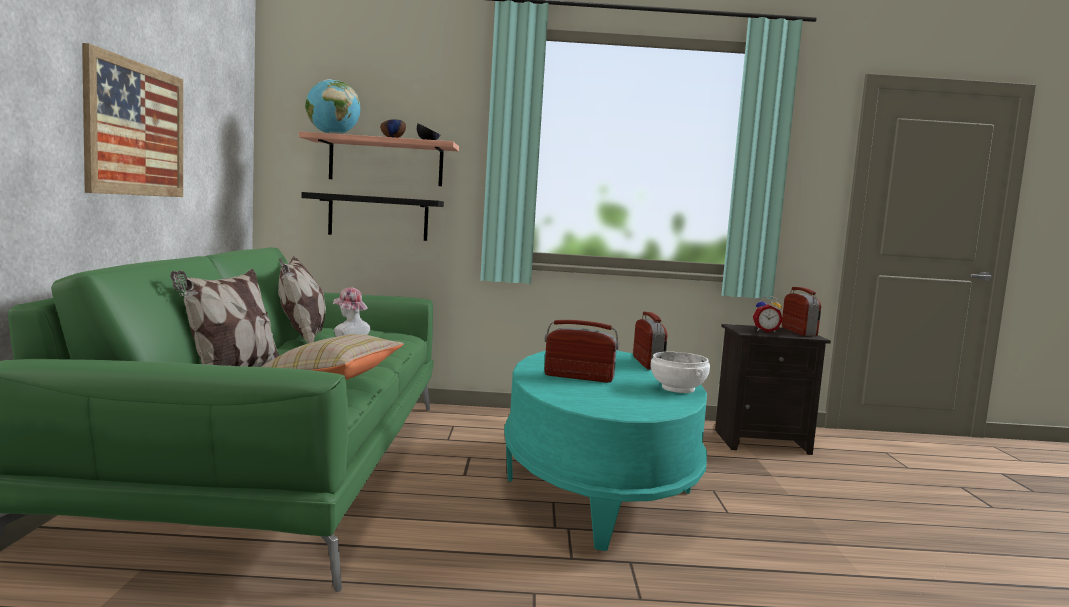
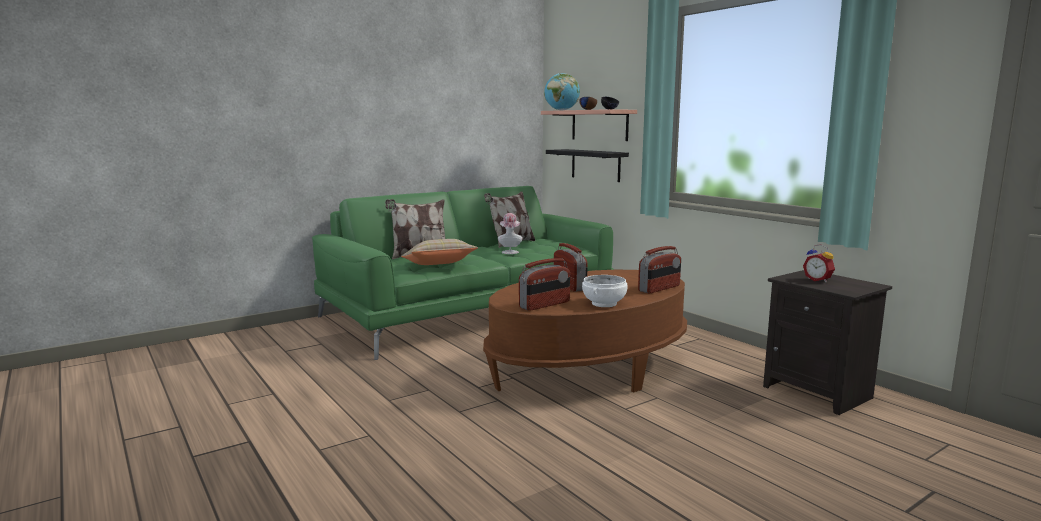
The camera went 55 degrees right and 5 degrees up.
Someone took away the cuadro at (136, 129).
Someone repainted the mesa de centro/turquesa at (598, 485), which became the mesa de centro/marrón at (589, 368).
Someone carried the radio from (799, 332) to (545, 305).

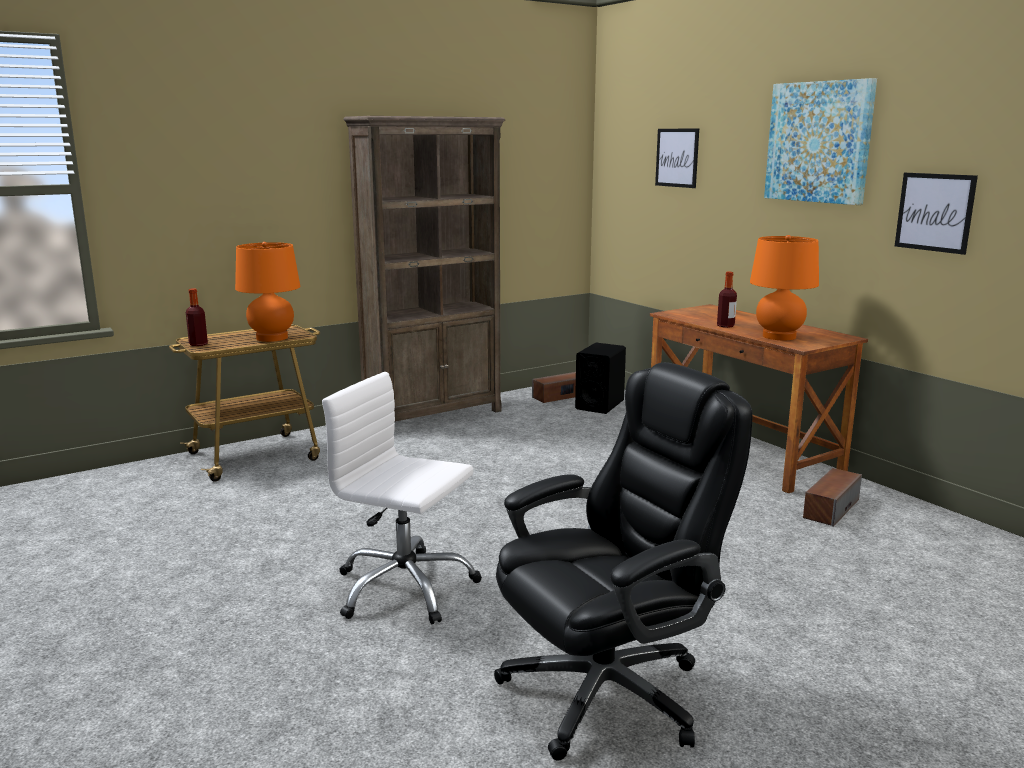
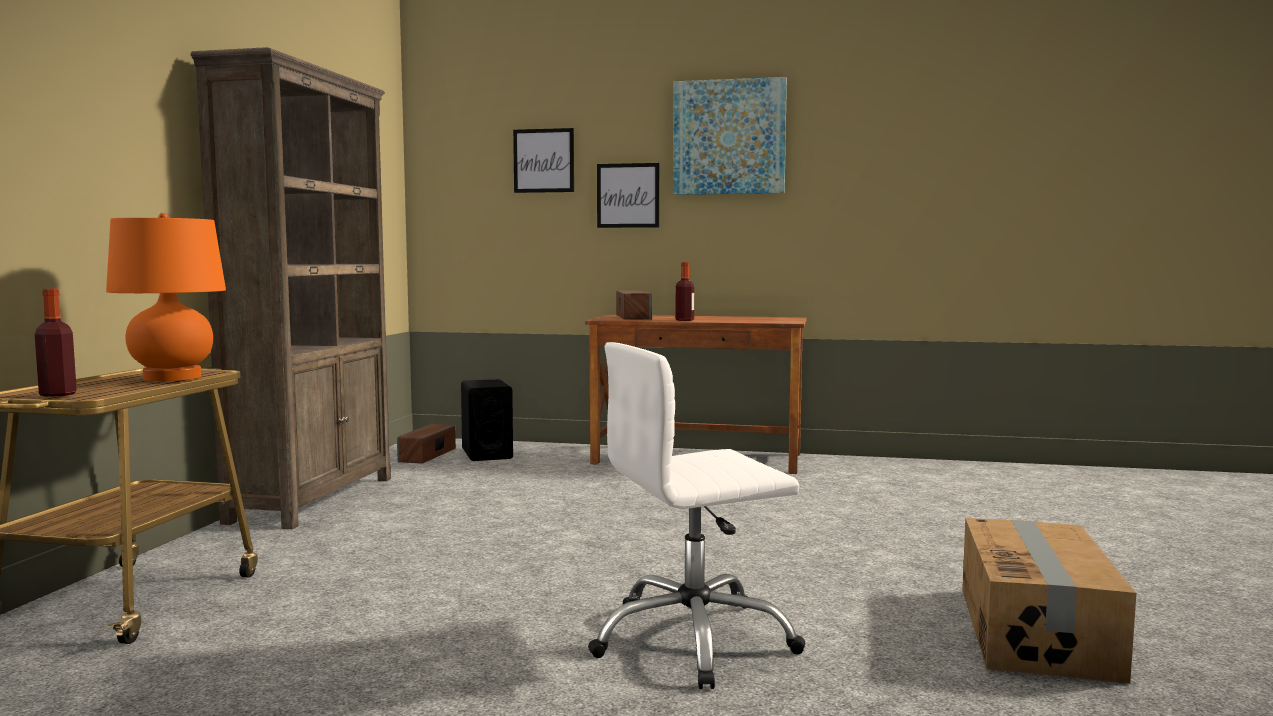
The camera went 45 degrees left and 10 degrees down.
Someone swapped the silla de oficina/negro at (608, 691) for the caja de cartón at (1037, 631).
Someone took away the lámpara de mesa/naranja at (779, 336).
Someone carried the altavoz from (830, 508) to (632, 317).
Someone carried the cuadro from (934, 212) to (628, 195).

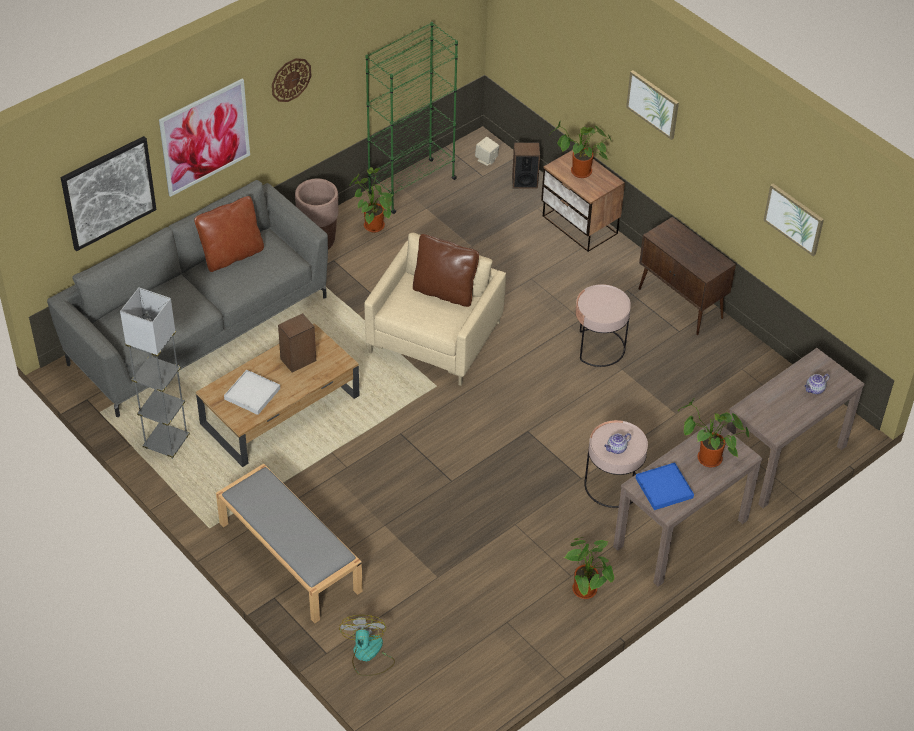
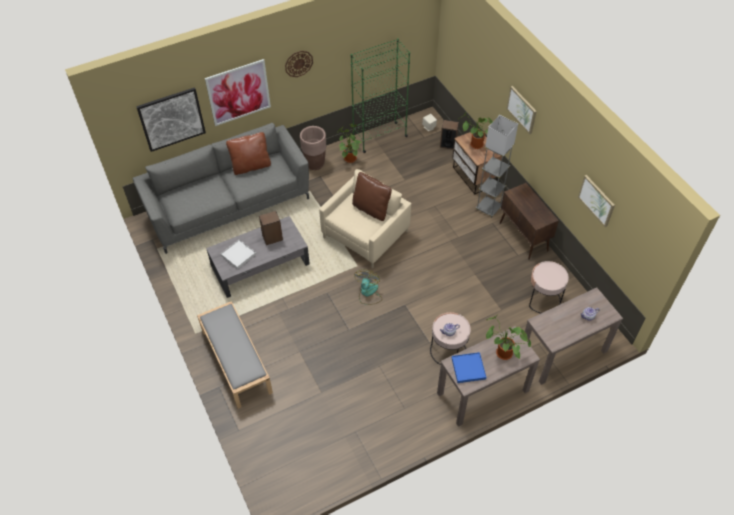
The camera went 15 degrees right and 5 degrees up.
Someone carried the lámpara de pie/gris from (166, 443) to (488, 208).
Someone repainted the mesa de centro/marrón at (281, 409), which became the mesa de centro/gris at (261, 265).
Someone carried the ventilador from (368, 655) to (368, 293).
Someone took away the planta en maceta at (586, 592).
Someone carried the mesa auxiliar/rosa from (598, 347) to (543, 299).

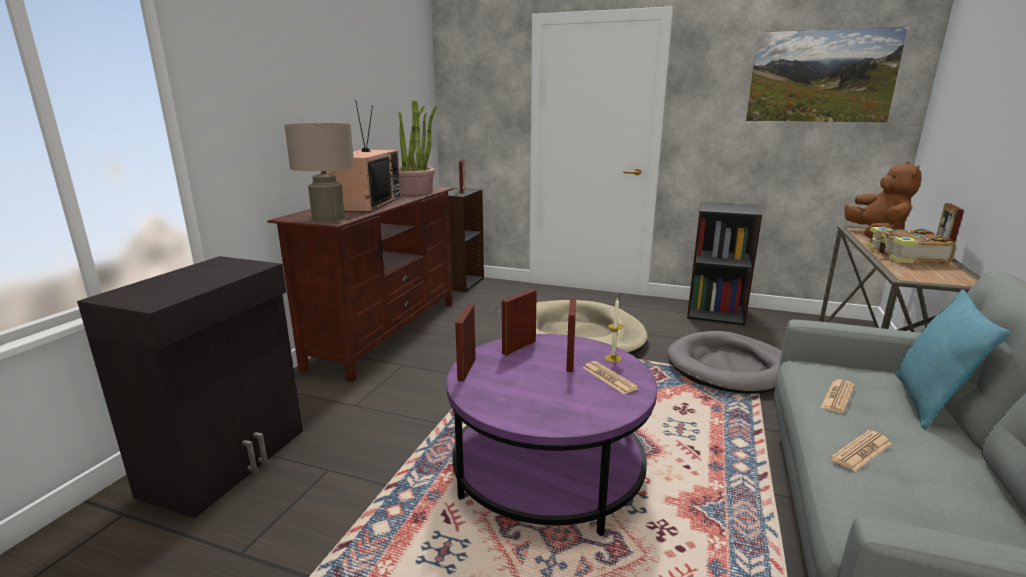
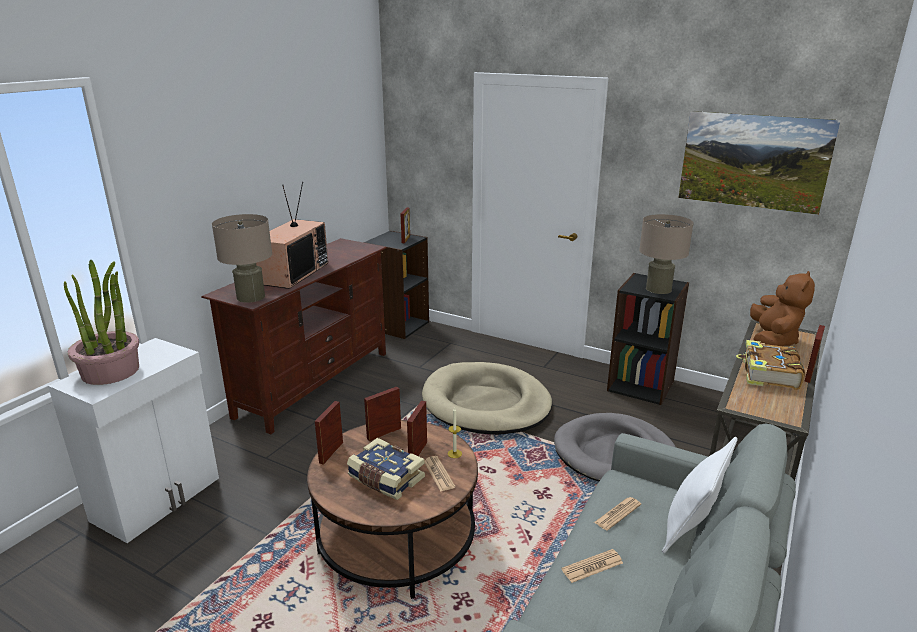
The camera went 10 degrees right and 5 degrees up.
Someone repainted the armario/negro at (229, 461), which became the armario/blanco at (158, 499).
Someone carried the planta en maceta from (413, 191) to (111, 371).
Someone repainted the mesa de centro/morado at (548, 471), which became the mesa de centro/marrón at (397, 538).
Someone repainted the cojín/turquesa at (927, 402), which became the cojín/blanco at (691, 529).
Someone put down the libro at (385, 479).
Someone put down the lámpara de mesa/beis at (658, 289).

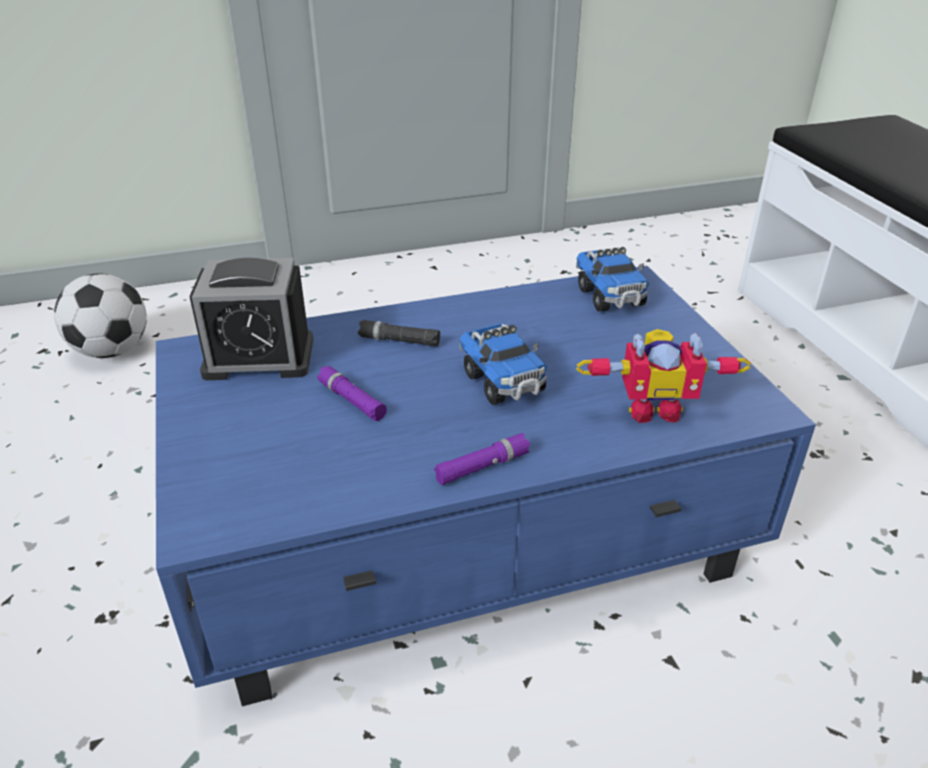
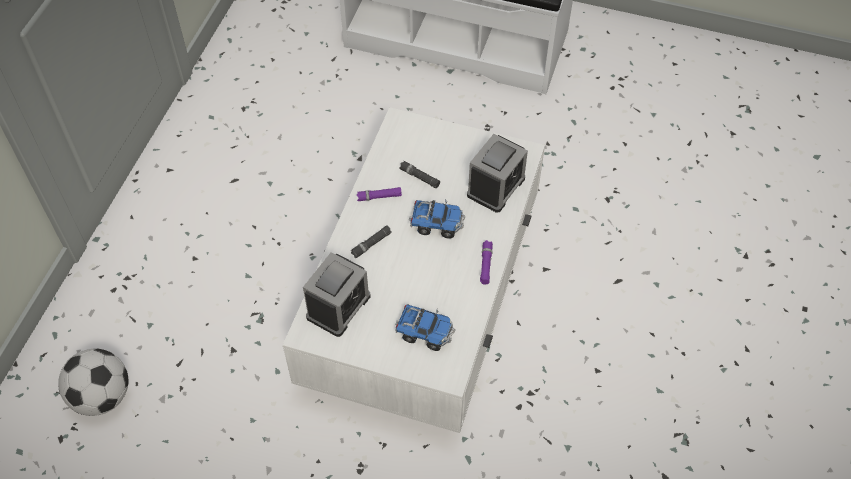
The camera went 55 degrees left and 20 degrees up.
Someone repainted the mesa de centro/azul at (467, 532), which became the mesa de centro/blanco at (424, 295).
Someone carried the linterna/morado from (352, 400) to (379, 197).
Someone carried the camión de juguete from (609, 296) to (425, 333).
Someone swapped the robot de juguete at (653, 408) for the despertador at (496, 186).
Someone put down the linterna/negro at (419, 177).

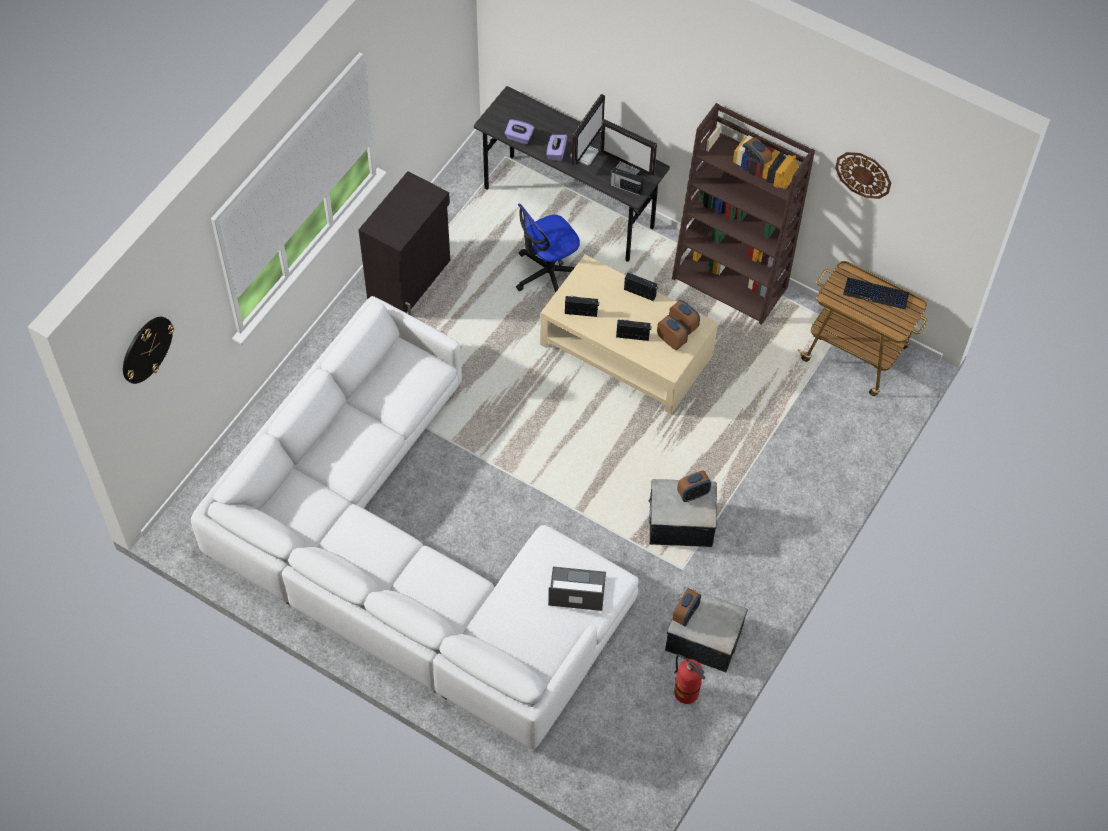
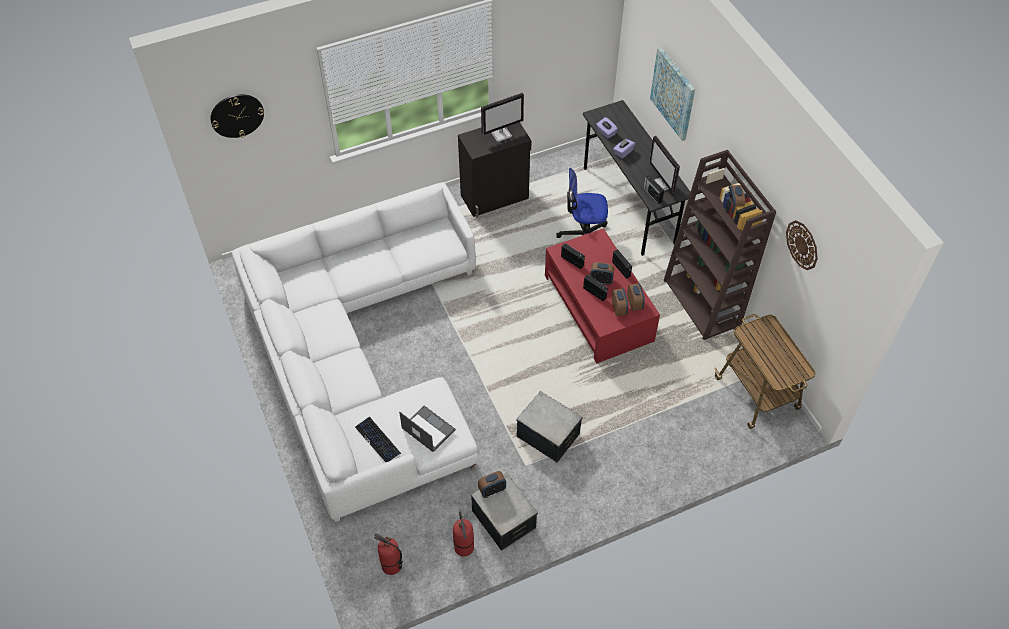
The camera went 35 degrees right and 5 degrees down.
Someone repainted the mesa de centro/beis at (626, 350), which became the mesa de centro/rojo at (598, 308).
Someone carried the monitor from (584, 153) to (501, 134).
Someone carried the despertador from (693, 494) to (601, 280).
Someone carried the teclado from (876, 294) to (378, 440).
Someone put down the extintor at (391, 566).
Someone put up the cuadro at (673, 93).

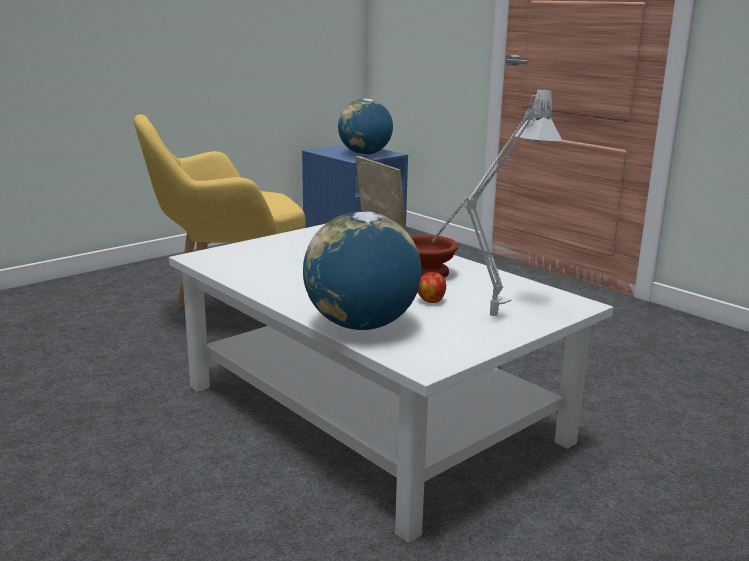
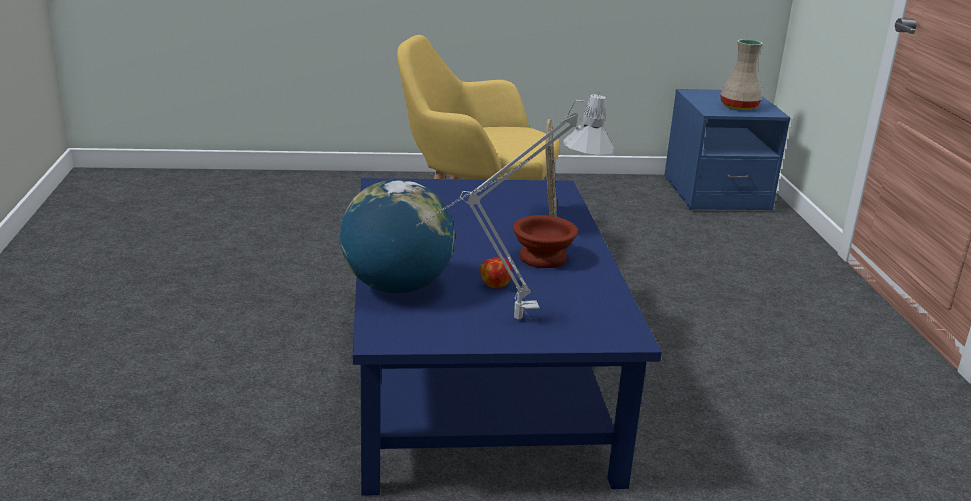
The camera went 35 degrees right and 5 degrees up.
Someone repainted the mesa de centro/blanco at (373, 413), which became the mesa de centro/azul at (480, 382).
Someone swapped the globo terráqueo at (365, 154) for the florero/beis at (738, 107).

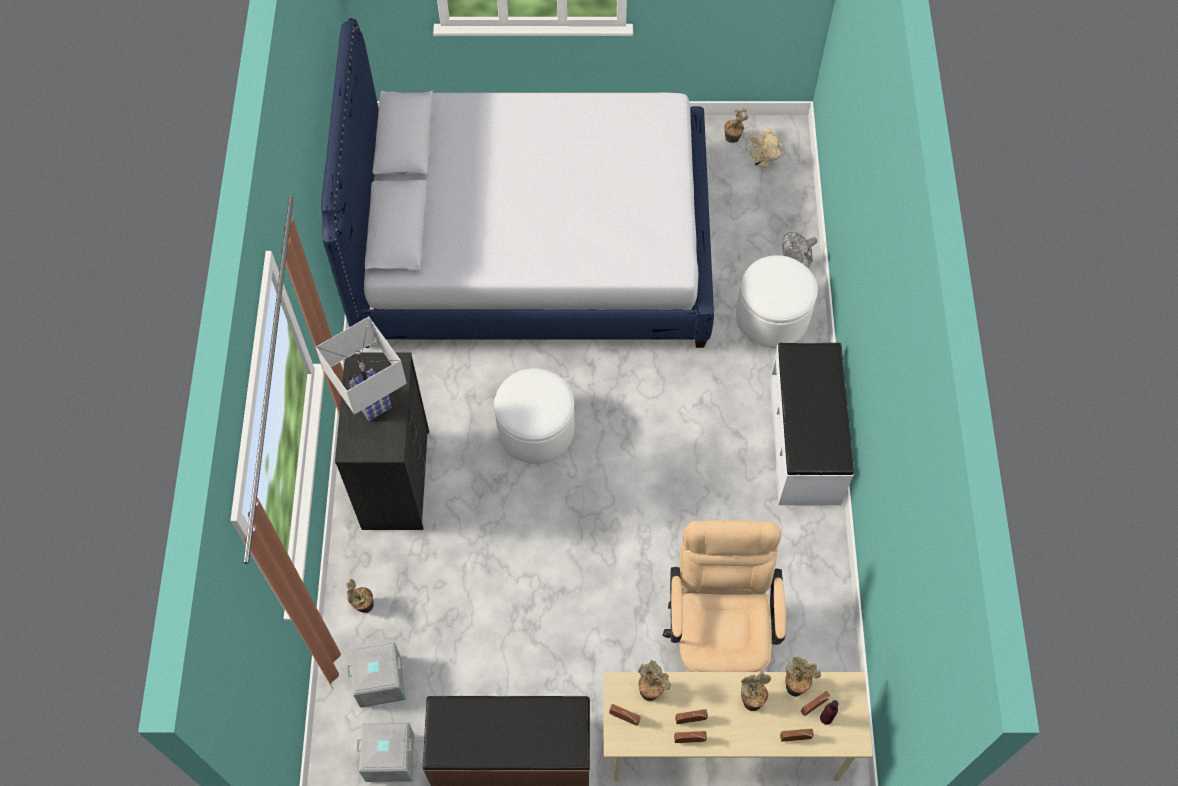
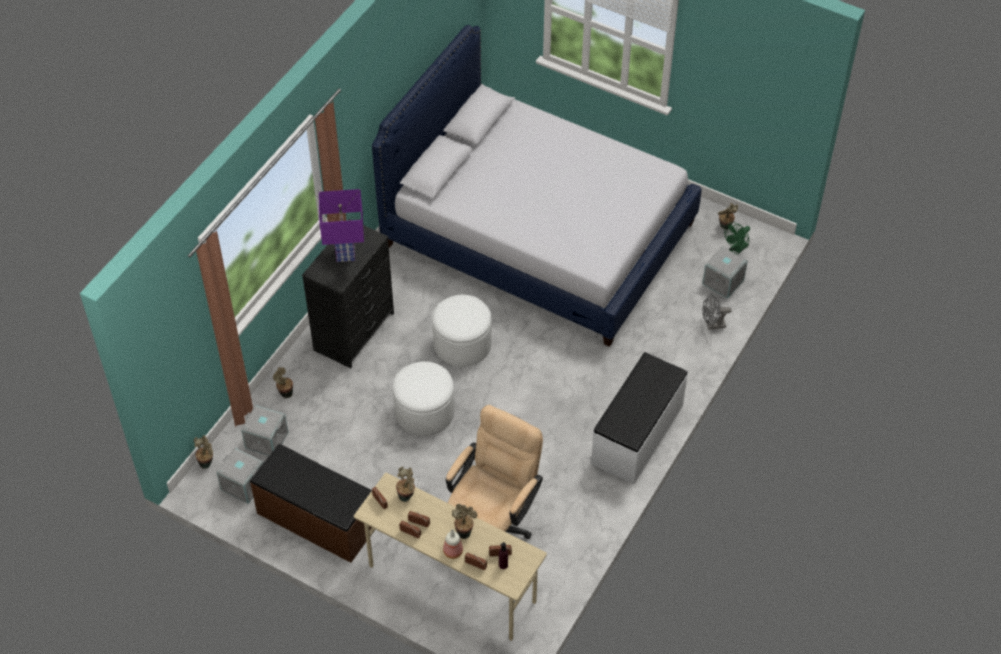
The camera went 30 degrees right and 10 degrees down.
Someone repainted the lámpara de mesa/blanco at (374, 405), which became the lámpara de mesa/morado at (346, 255).
Someone carried the puf/blanco from (772, 316) to (424, 412).
Someone repainted the ventilador/beis at (762, 161), which became the ventilador/verde at (736, 250).
Someone carried the planta en maceta from (795, 685) to (207, 462).
Someone put down the botella at (452, 552).
Someone put down the caja de almacenaje/gris at (722, 281).

